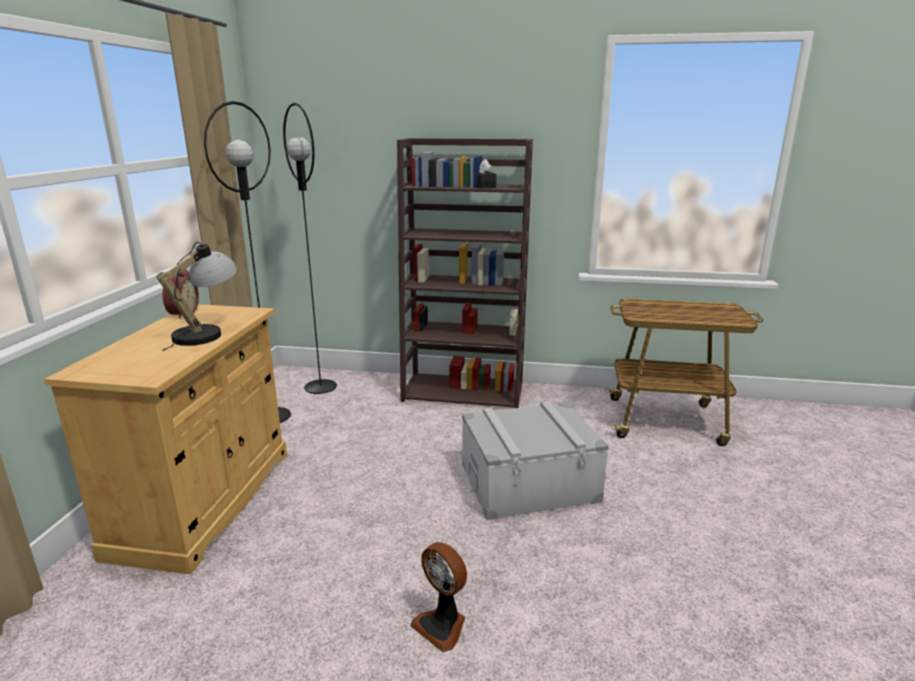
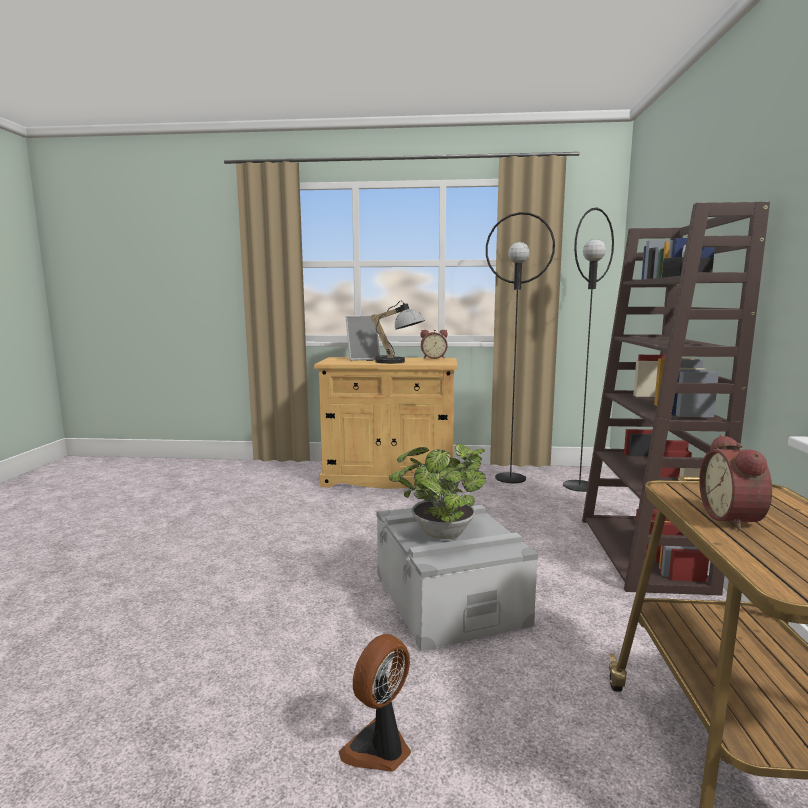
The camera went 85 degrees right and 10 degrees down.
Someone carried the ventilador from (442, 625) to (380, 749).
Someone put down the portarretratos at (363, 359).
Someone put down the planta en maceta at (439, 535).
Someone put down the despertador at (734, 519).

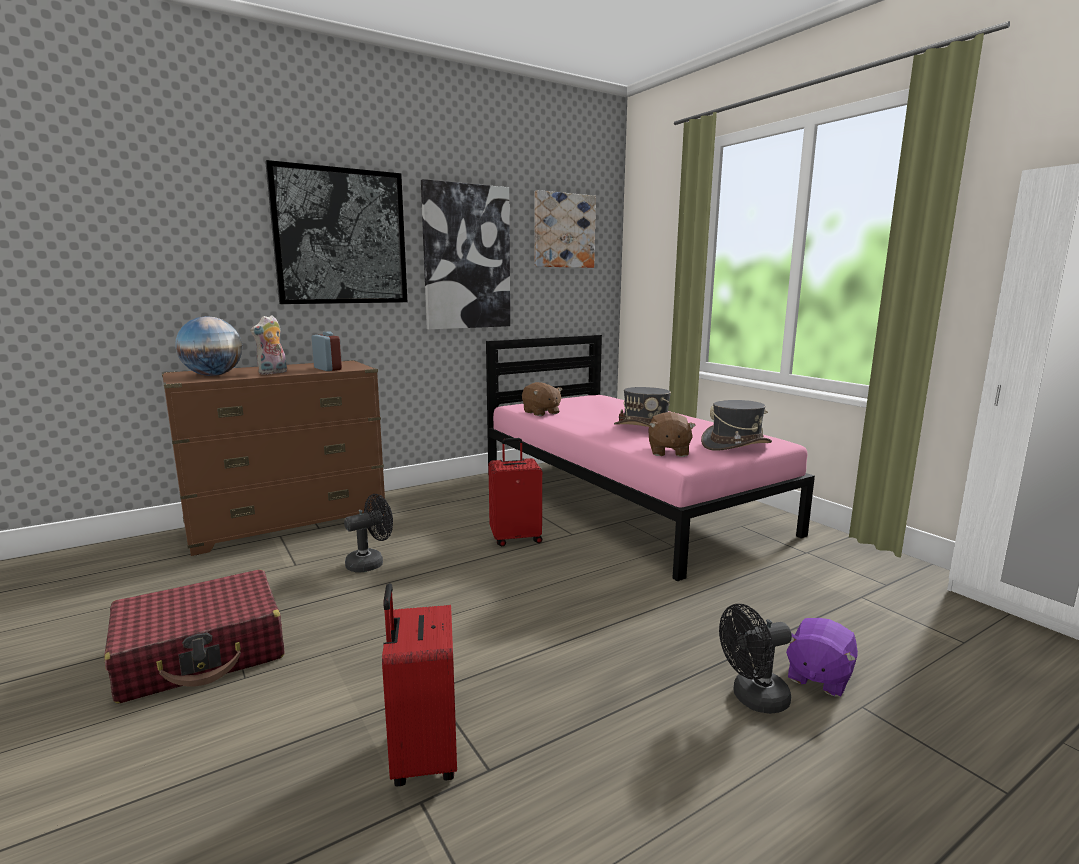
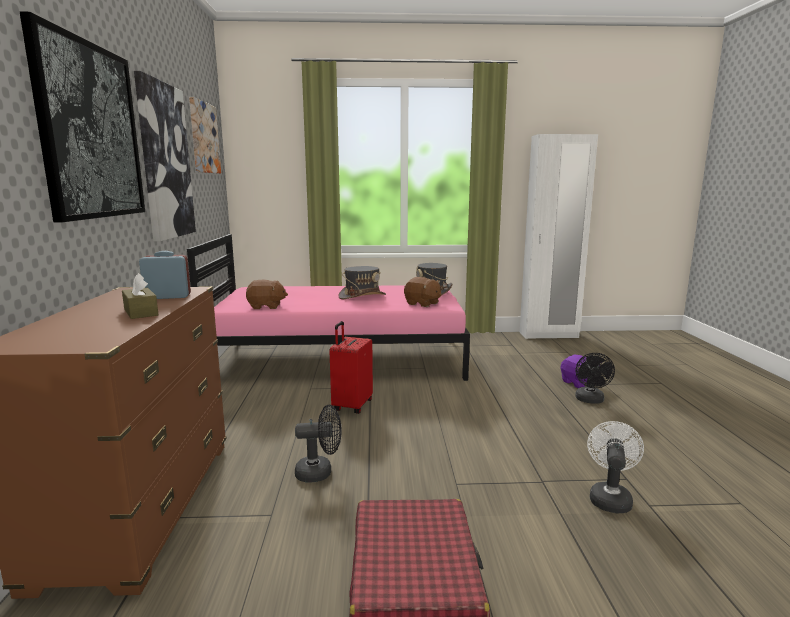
The camera went 60 degrees left and 0 degrees up.
Someone took away the globo terráqueo at (213, 375).
Someone swapped the peluche at (273, 373) for the caja de pañuelos/marrón at (141, 312).
Someone rotated the ventilador/negro at (370, 563) by 90 degrees clockwise.
Someone swapped the maleta/rojo at (422, 756) for the ventilador/blanco at (609, 497).

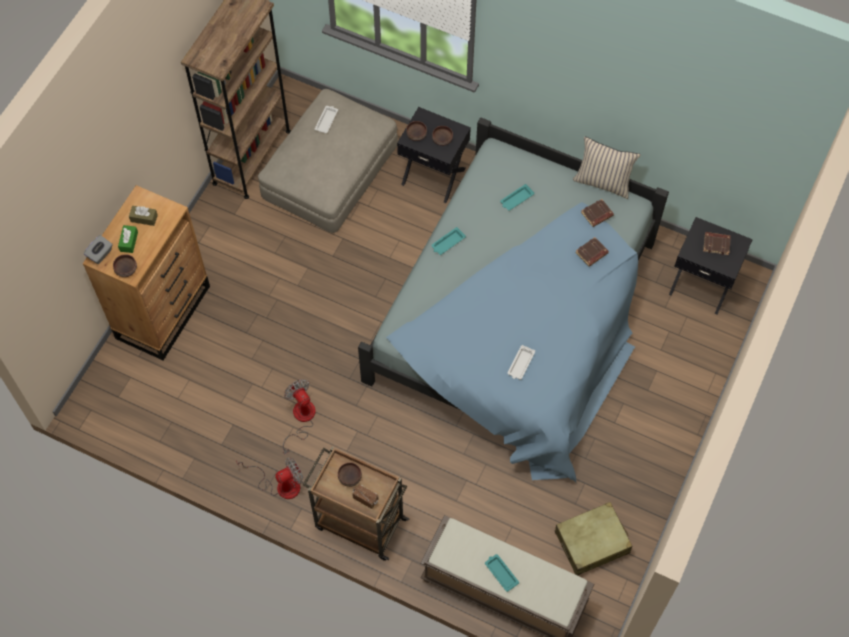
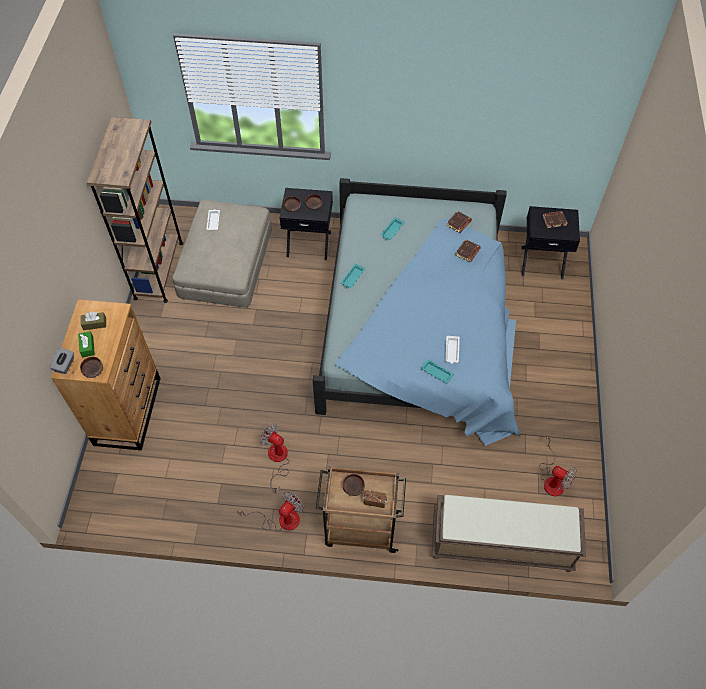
The camera went 20 degrees left and 5 degrees down.
Someone carried the bandeja/turquesa from (501, 573) to (436, 372).
Someone swapped the maleta/beis at (592, 542) for the ventilador at (552, 479).
Someone took away the cojín/beis at (603, 182).

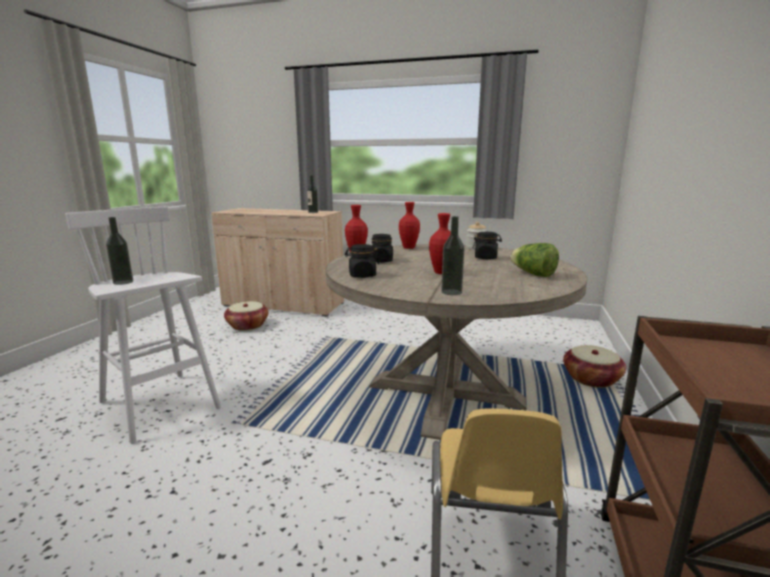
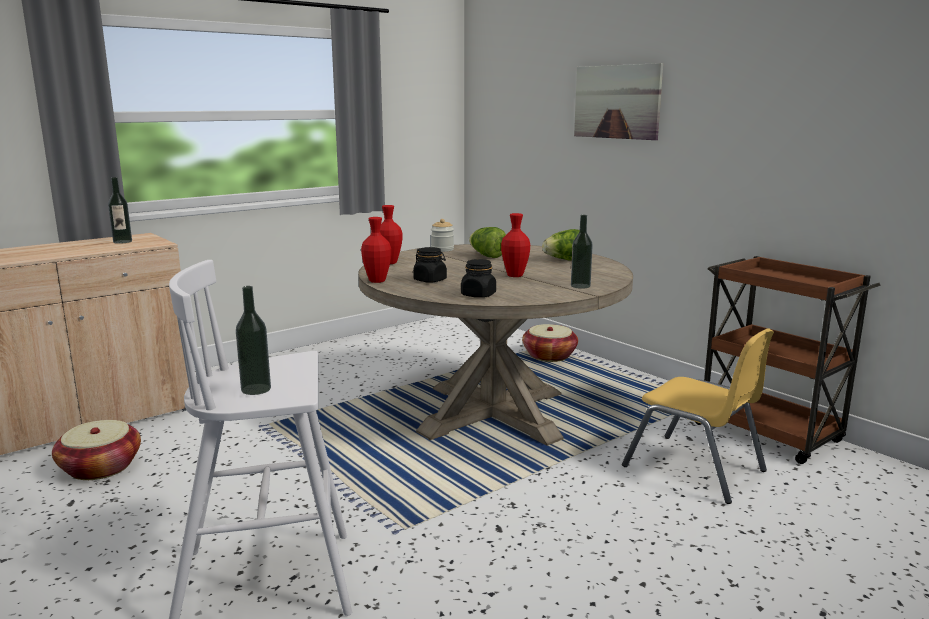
The camera went 55 degrees left and 0 degrees up.
Someone swapped the tarro/negro at (486, 258) for the lechuga at (487, 256).
Someone put up the cuadro at (616, 102).

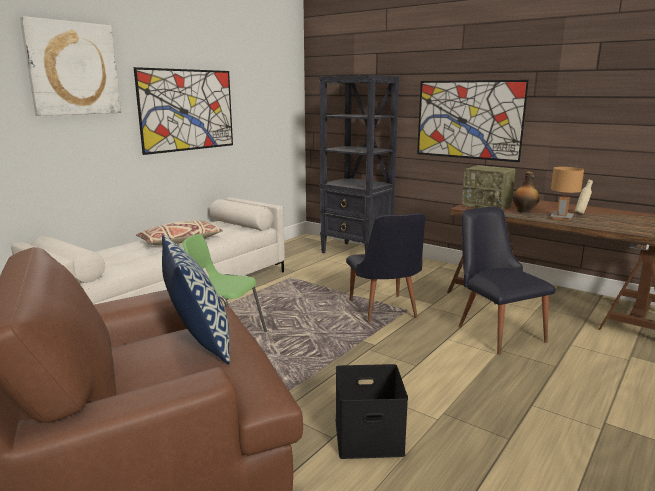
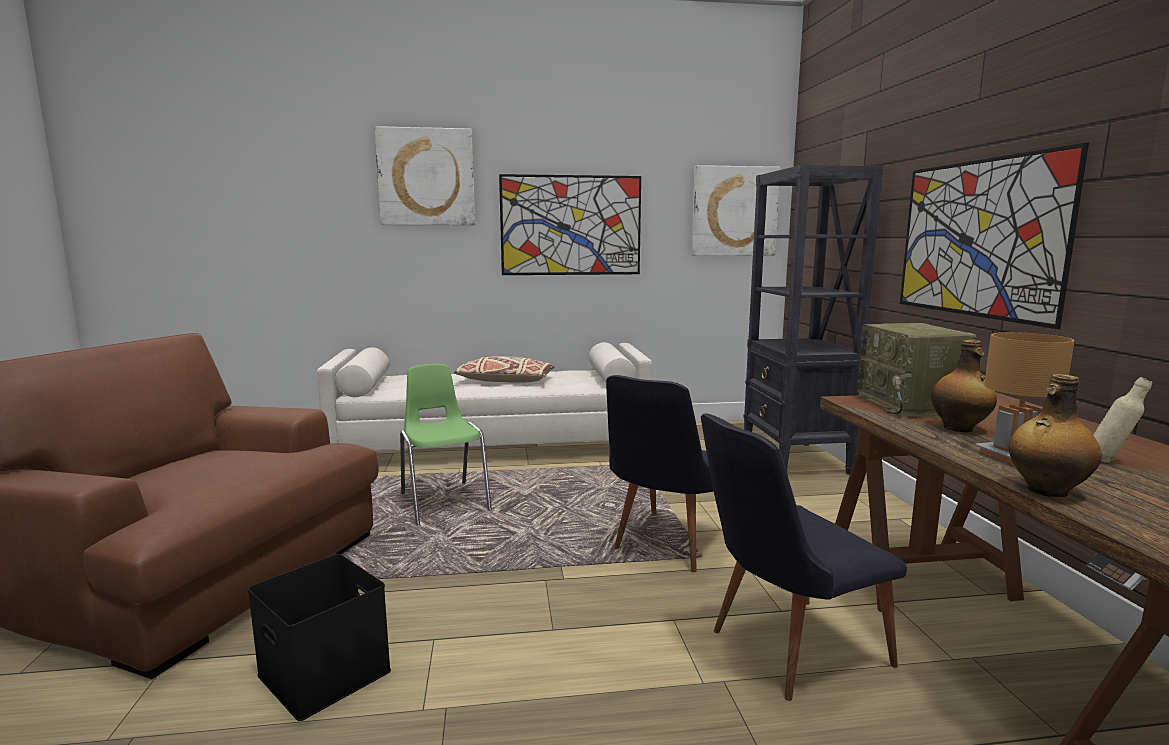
The camera went 45 degrees right and 5 degrees down.
Someone took away the cojín at (198, 342).
Someone rotated the silla/negro at (495, 330) by 135 degrees counterclockwise.
Someone put up the cuadro at (734, 211).
Someone put down the botella at (1046, 491).

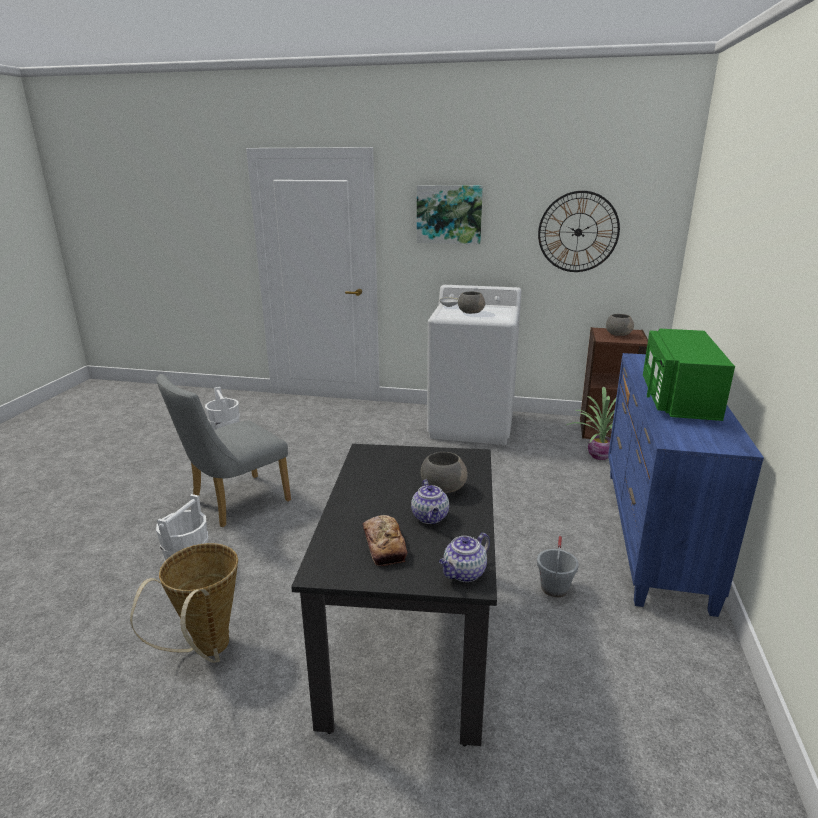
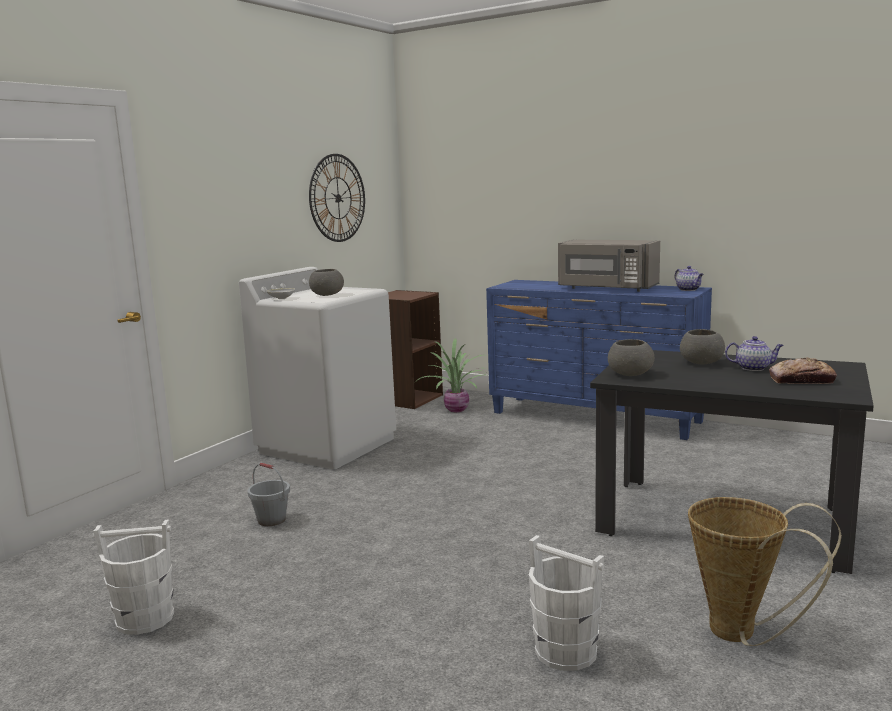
The camera went 70 degrees left and 10 degrees down.
Someone took away the silla/gris at (234, 503).
Someone took away the cuadro at (449, 214).
Someone carried the tetera from (464, 573) to (689, 289).
Someone carried the cubo/gris from (554, 588) to (271, 520).
Someone carried the cuenco/gris from (618, 334) to (629, 374).
Someone repainted the microondas/verde at (677, 400), which became the microondas/gris at (606, 288).

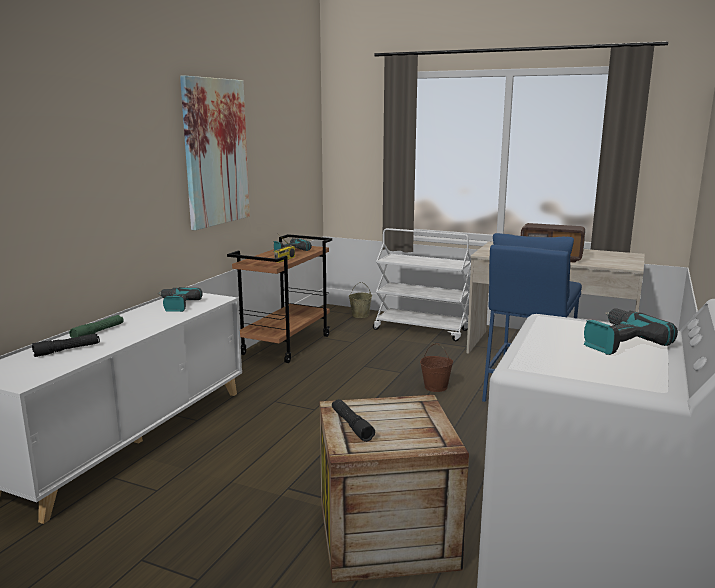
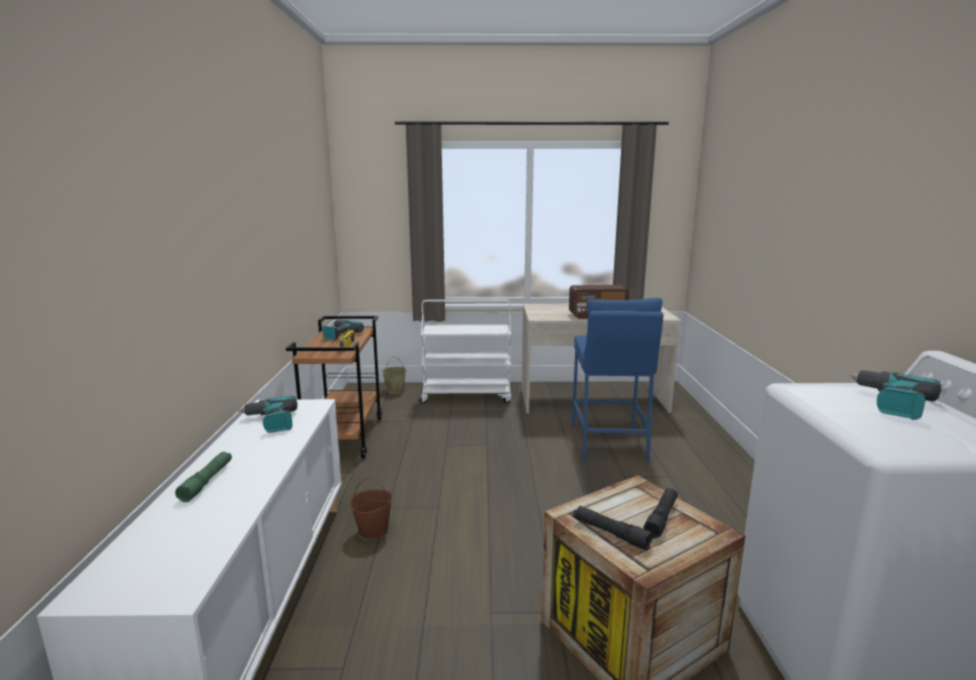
The camera went 25 degrees left and 0 degrees up.
Someone carried the linterna/negro from (67, 350) to (661, 518).
Someone took away the cuadro at (215, 152).
Someone carried the cubo/marrón from (436, 387) to (374, 530).

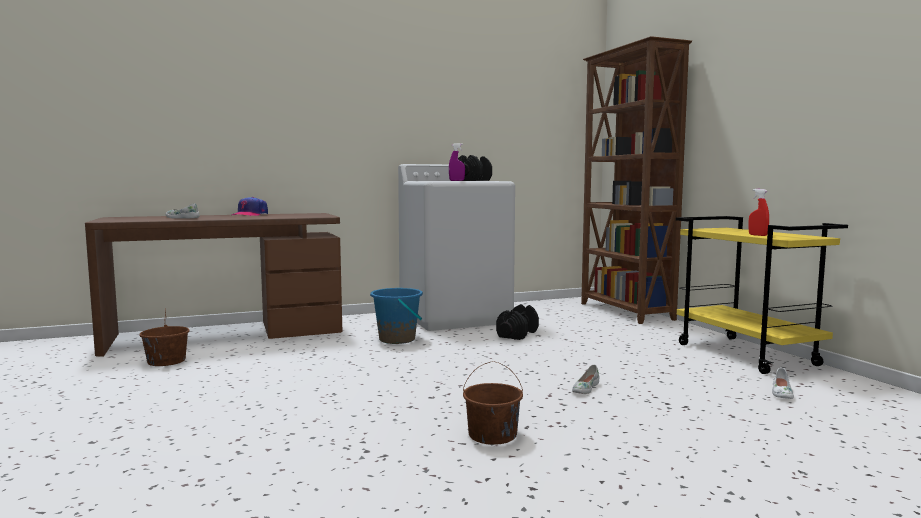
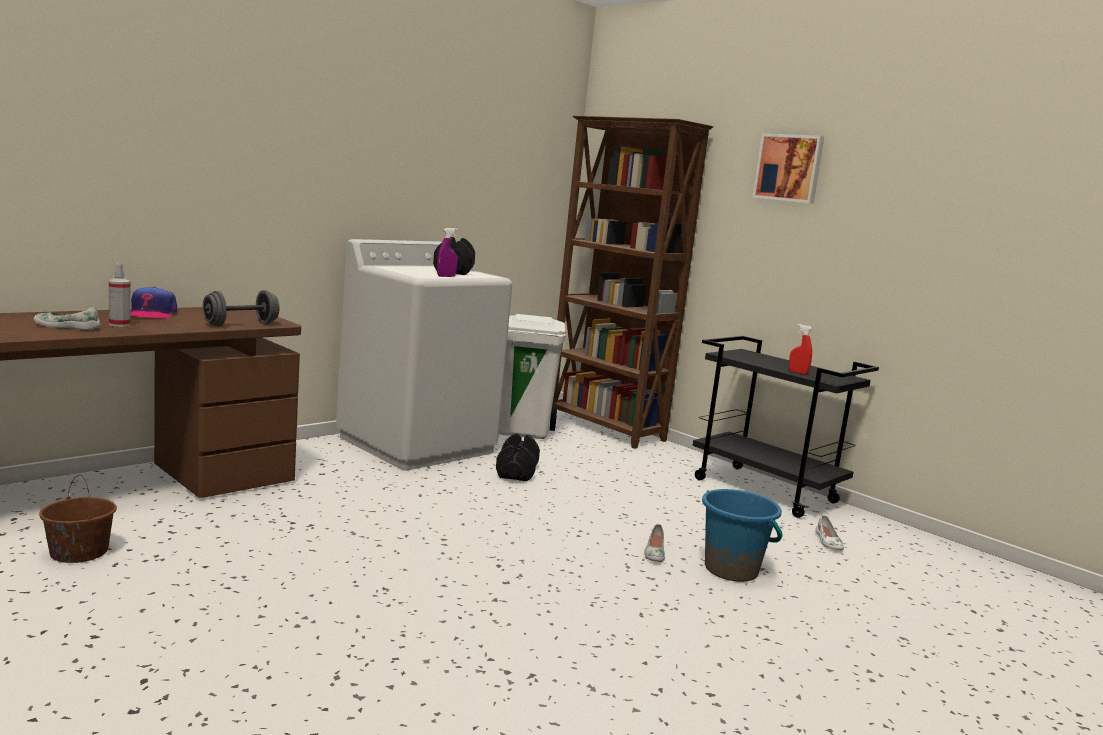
The camera went 25 degrees left and 5 degrees up.
Someone carried the cubo/azul from (397, 339) to (731, 570).
Someone took away the cubo/marrón at (493, 435).
Someone repainted the carrito/amarillo at (747, 355), which became the carrito/negro at (766, 491).
Someone put down the pulverizador at (119, 325).
Someone put down the mancuerna/gris at (241, 324).
Someone put down the papelera/blanco at (523, 431).
Someone put up the cuadro at (789, 168).

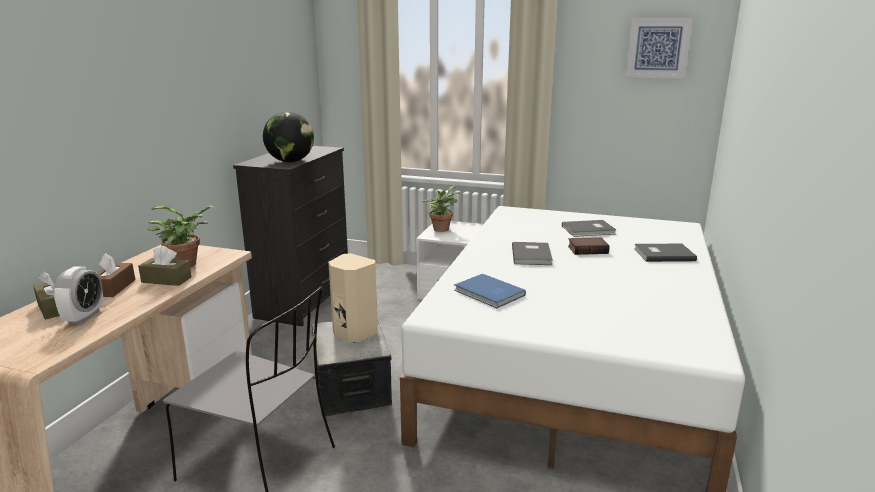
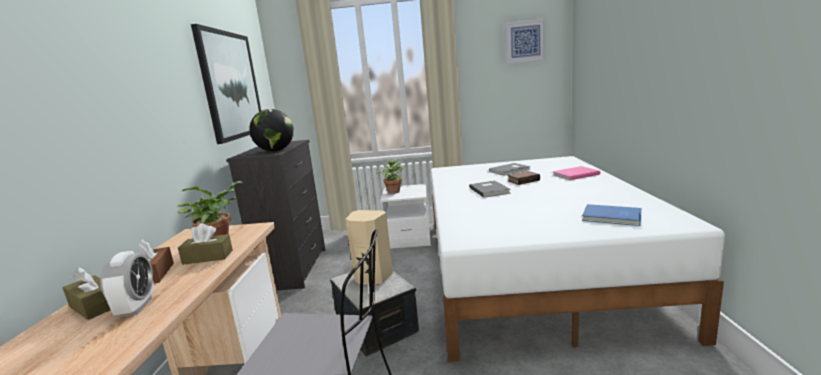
The camera went 15 degrees left and 5 degrees down.
Someone carried the libro/azul from (489, 293) to (612, 217).
Someone repainted the libro/gris at (662, 254), which became the libro/rosa at (574, 174).
Someone put up the cuadro at (231, 85).

